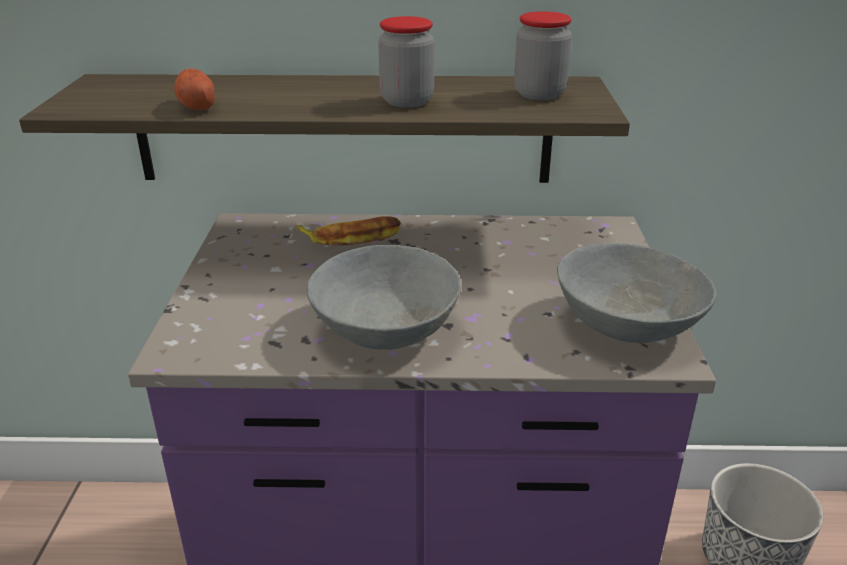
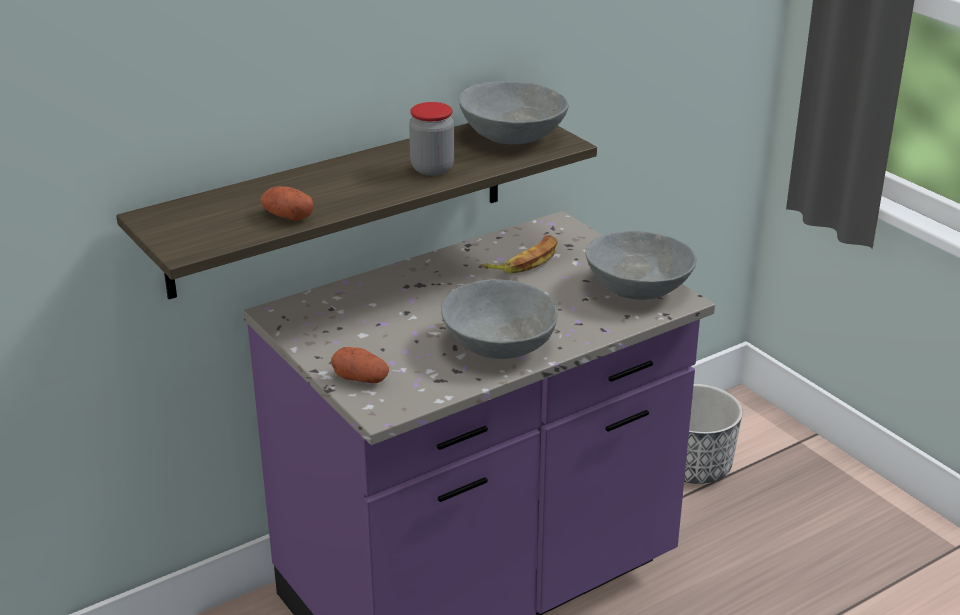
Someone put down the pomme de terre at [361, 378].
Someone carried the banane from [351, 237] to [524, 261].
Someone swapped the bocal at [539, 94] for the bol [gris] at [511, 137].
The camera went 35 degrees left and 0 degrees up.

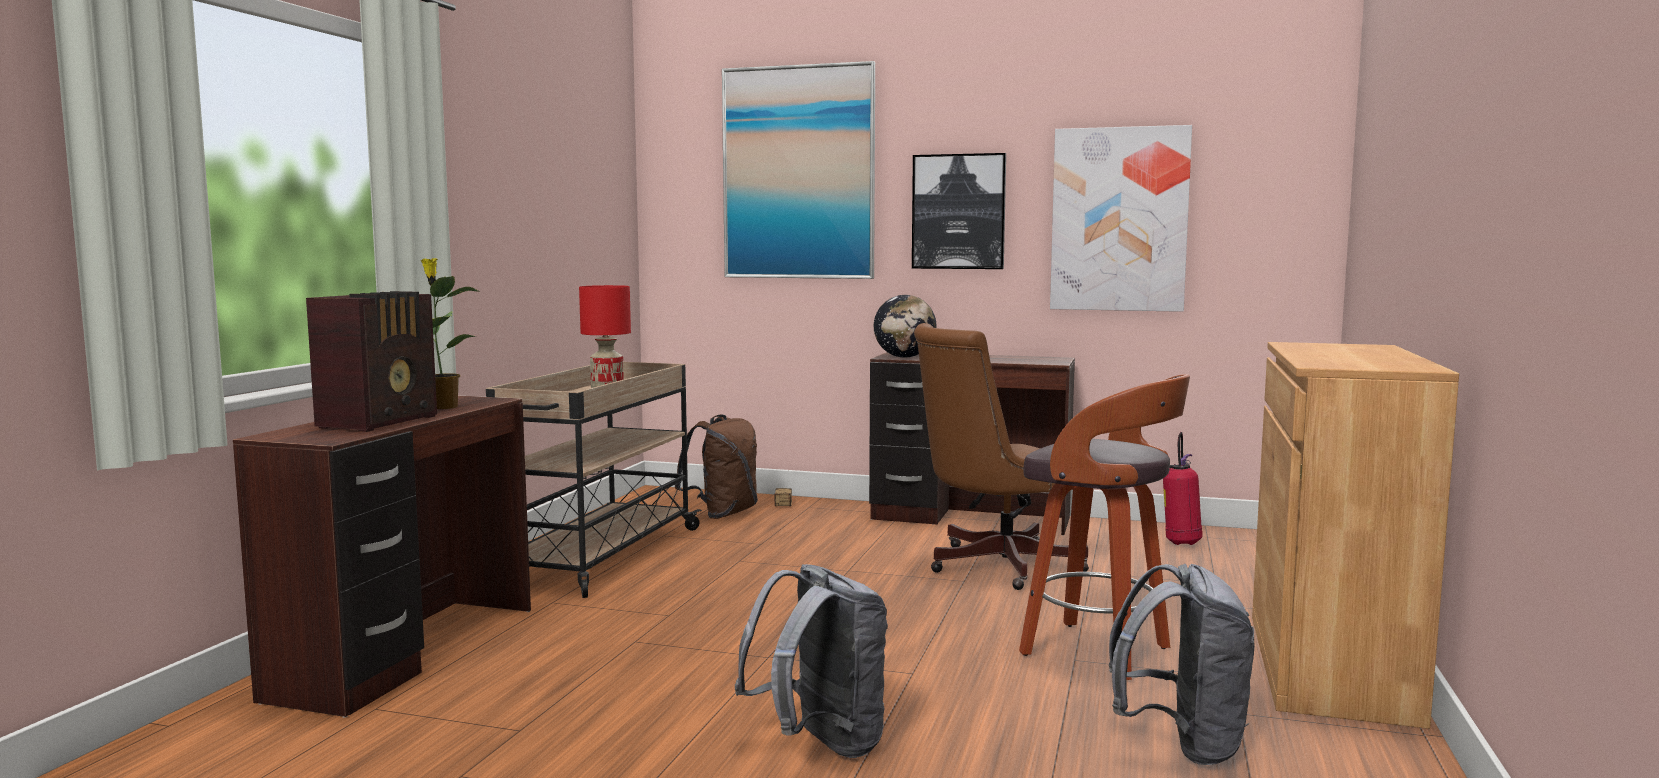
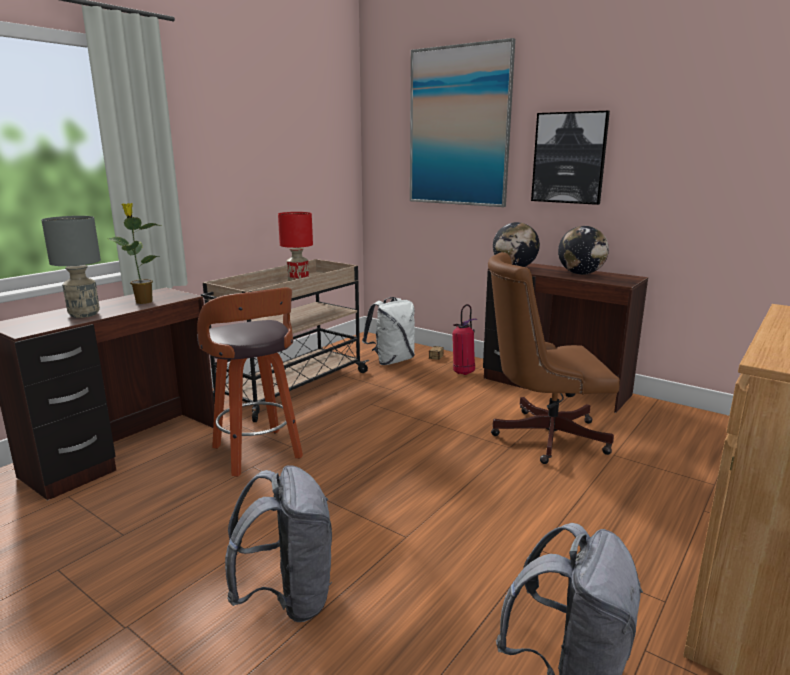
Someone took away the tableau at [1119, 219].
Someone put down the globe at [581, 273].
Someone carried the tabouret from [1099, 652] to [258, 454].
Someone carried the extincteur from [1180, 543] to [463, 372].
Someone swapped the radio at [381, 421] for the lampe de table [gris] at [84, 314].
Someone repainted the sac à dos [marron] at [722, 513], which became the sac à dos [blanc] at [392, 361].
The camera went 20 degrees right and 10 degrees up.

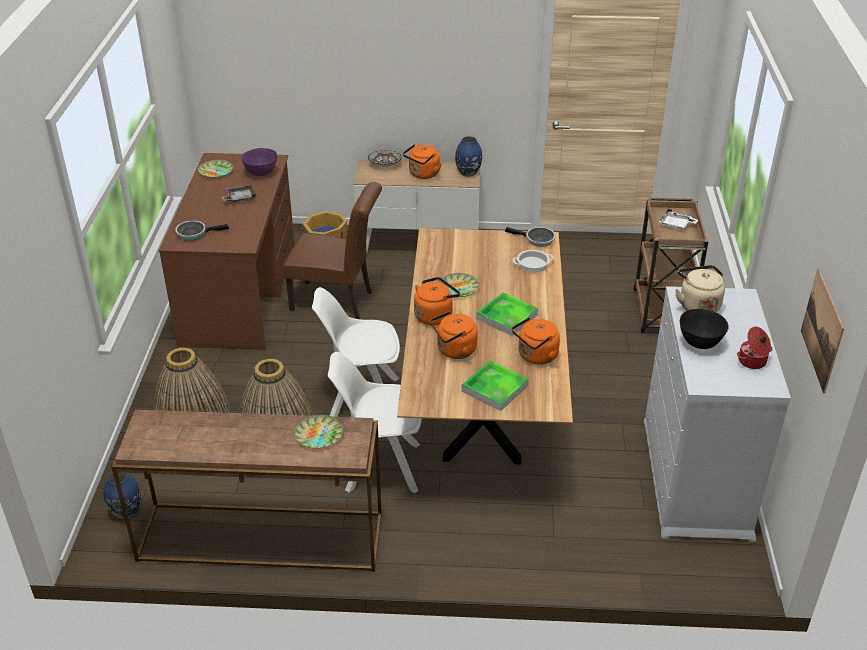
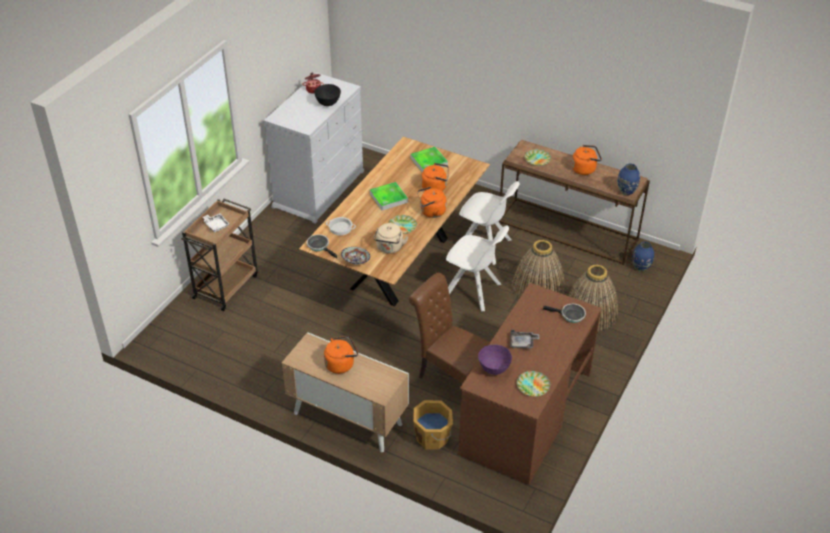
Someone took away the tableau at [822, 329].
Someone carried the bol from [385, 165] to [355, 261].
Someone carried the vase [bleu] from [468, 173] to [626, 191].
Someone carried the bouilloire [orange] from [536, 356] to [585, 169].
Someone carried the bouilloire [beige] from [697, 305] to [389, 248].
The camera went 155 degrees left and 5 degrees up.

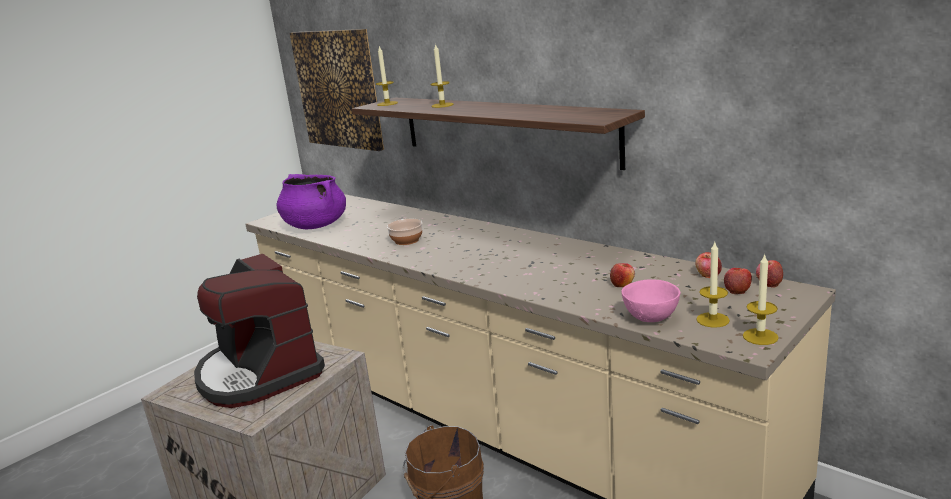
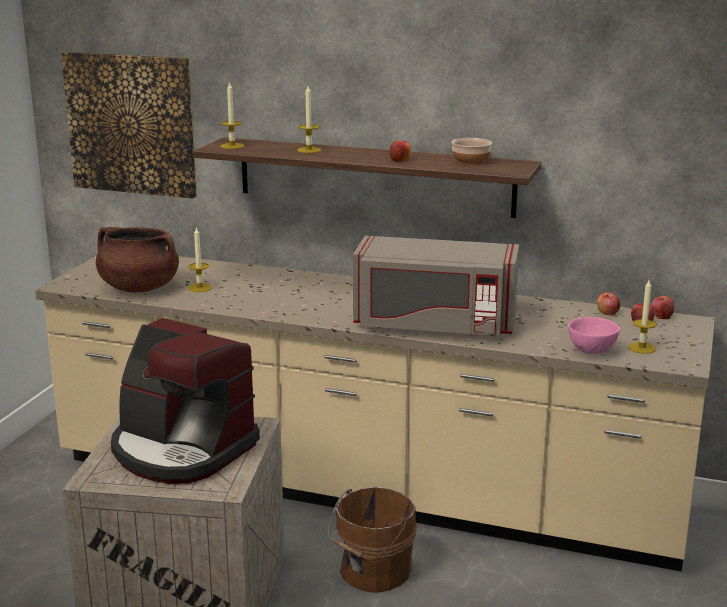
Someone put down the micro-ondes [gris] at [434, 325].
Someone carried the bol from [406, 240] to [470, 161].
Someone carried the pomme from [622, 284] to [400, 160].
Someone carried the bougie from [760, 336] to [199, 288].
Someone repainted the marmite [violet] at [315, 225], which became the marmite [marron] at [138, 288].
The camera went 25 degrees left and 0 degrees up.

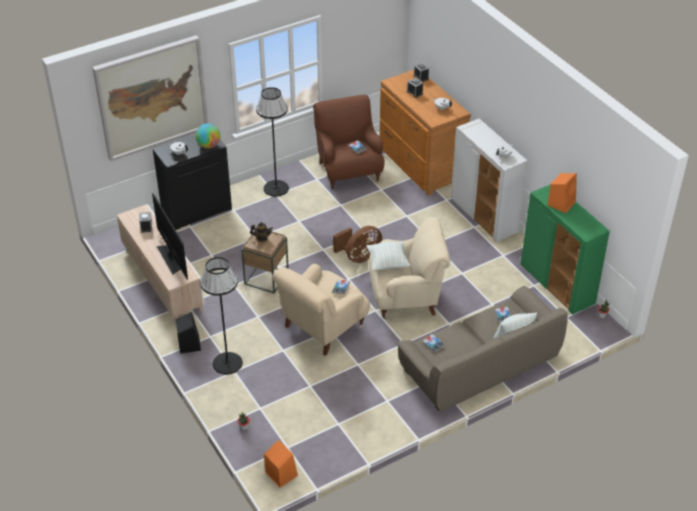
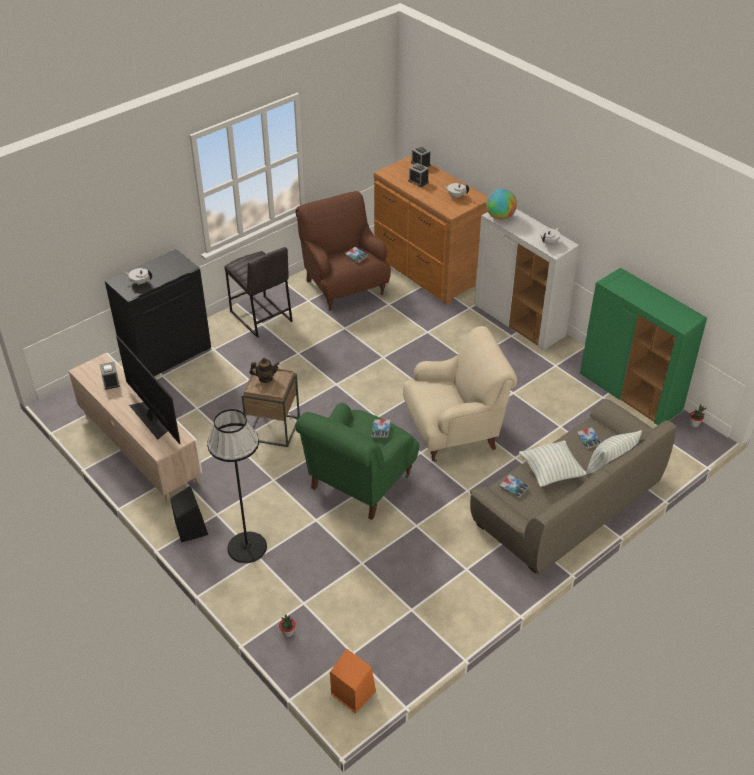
Someone took away the tableau at [151, 97].
Someone took away the ventilateur [marron] at [359, 257].
Someone took away the enceinte [orange] at [561, 203].
Someone carried the globe from [209, 145] to [500, 217].
Someone carried the coussin from [387, 263] to [550, 473].
Someone swapped the lampadaire [noir] at [276, 188] for the tabouret [gris] at [260, 317].
Someone repainted the fauteuil [beige] at [322, 327], which became the fauteuil [vert] at [359, 483].
The camera went 10 degrees left and 0 degrees up.

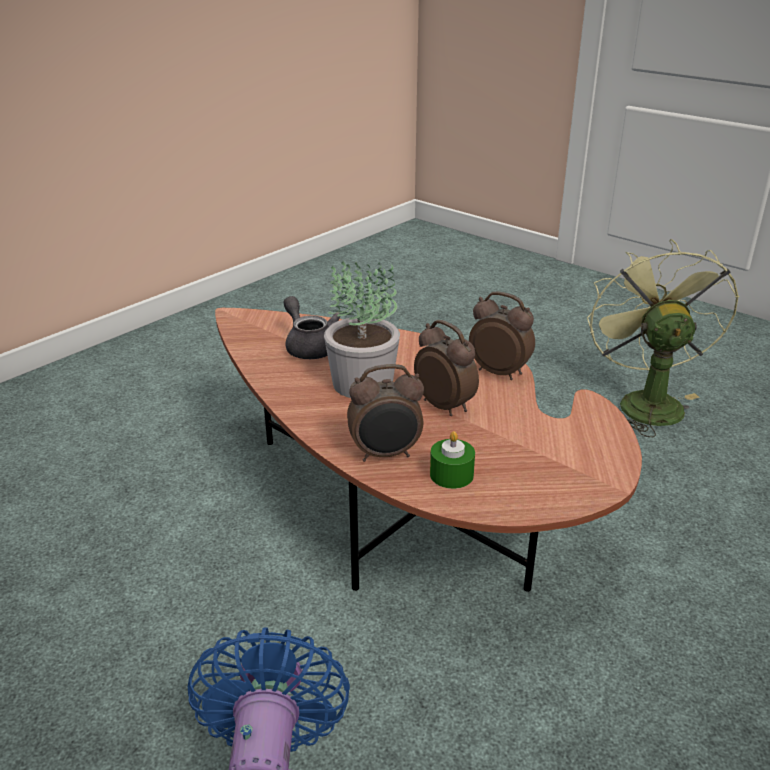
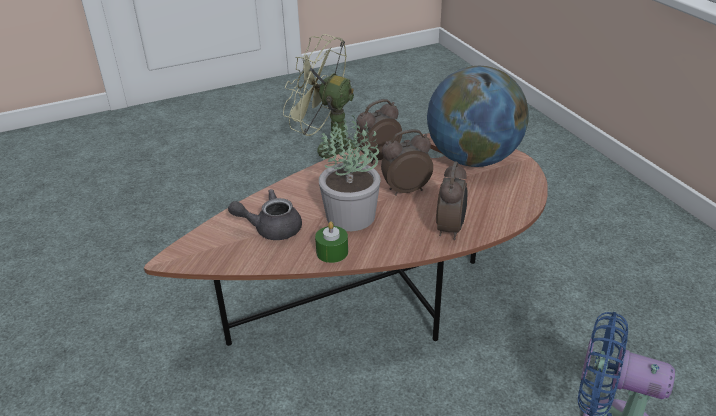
Someone put down the globe at [472, 159].
Someone carried the bougie [vert] from [451, 475] to [332, 252].
The camera went 65 degrees left and 5 degrees up.

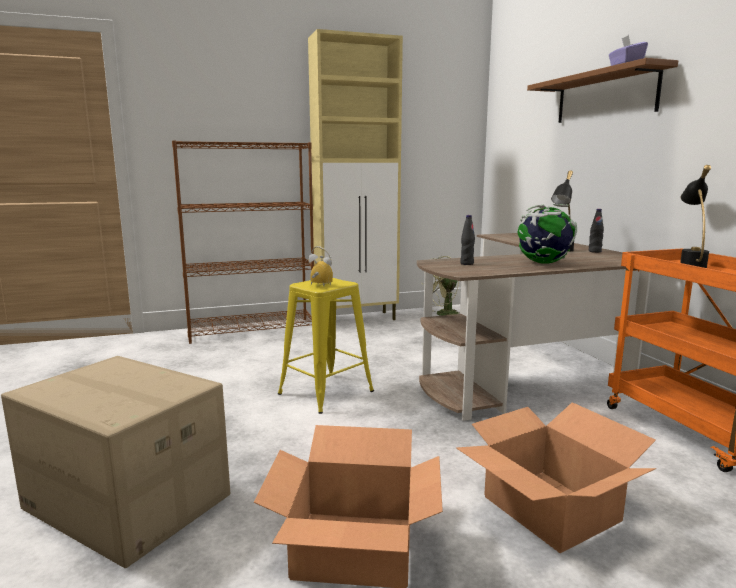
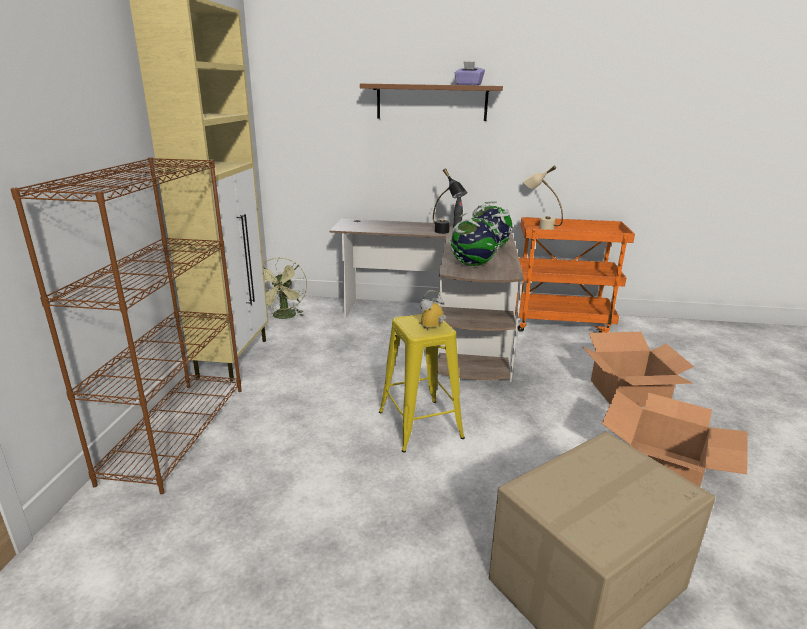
Someone swapped the bouteille [noir] at [467, 264] for the globe at [472, 265].
Someone repainted the lampe de table [noir] at [690, 264], which became the lampe de table [beige] at [540, 227].
The camera went 65 degrees left and 10 degrees up.

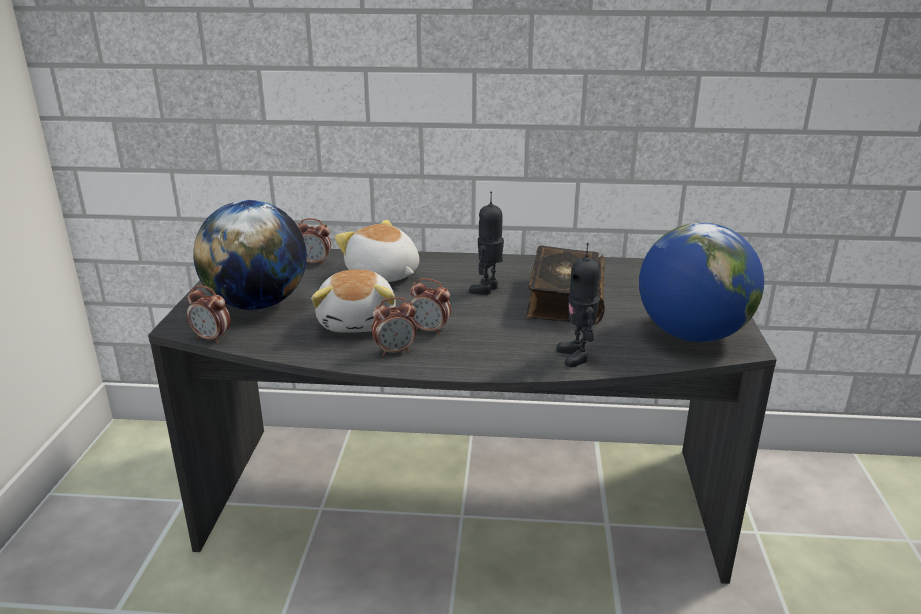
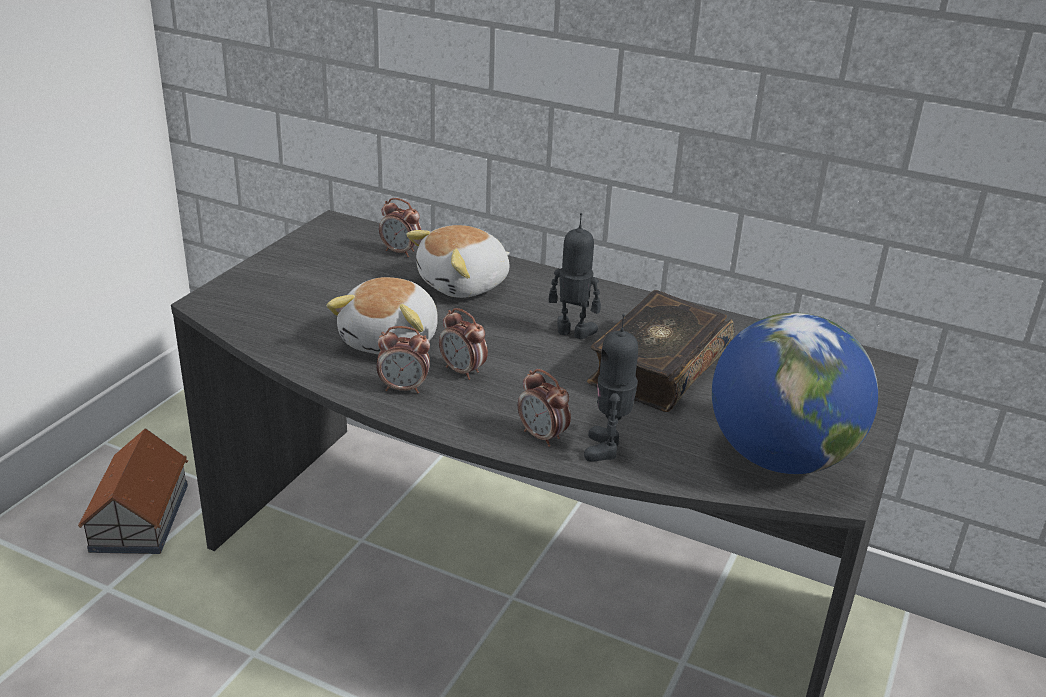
Someone took away the globe at [257, 304].
Someone put down the maison miniature at [138, 518].
Someone carried the réveil from [212, 338] to [542, 436].
Someone rotated the peluche at [382, 275] by 105 degrees counterclockwise.
Someone rotated the robot jouet at [488, 289] by 60 degrees clockwise.
The camera went 20 degrees right and 5 degrees up.

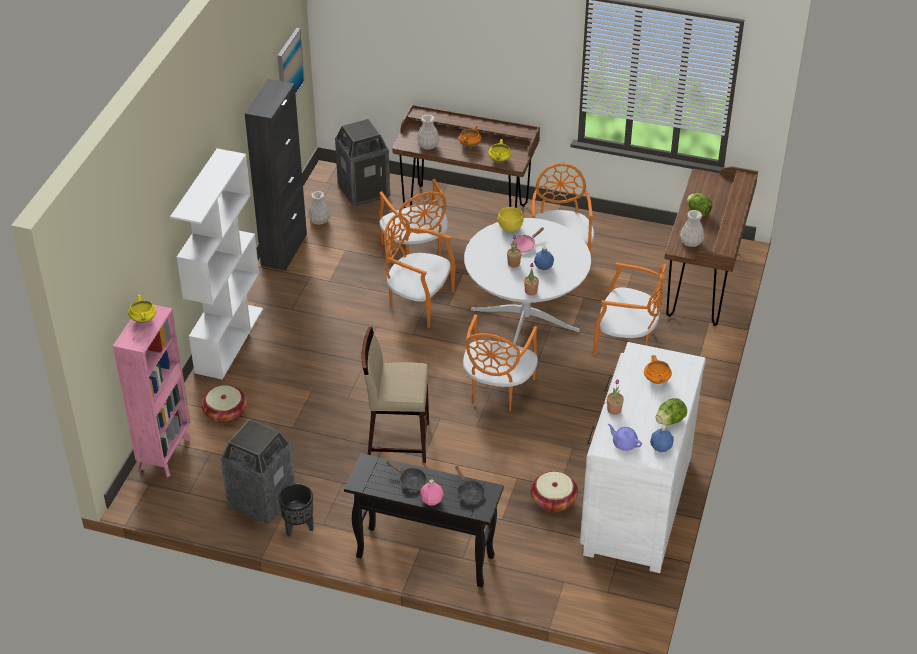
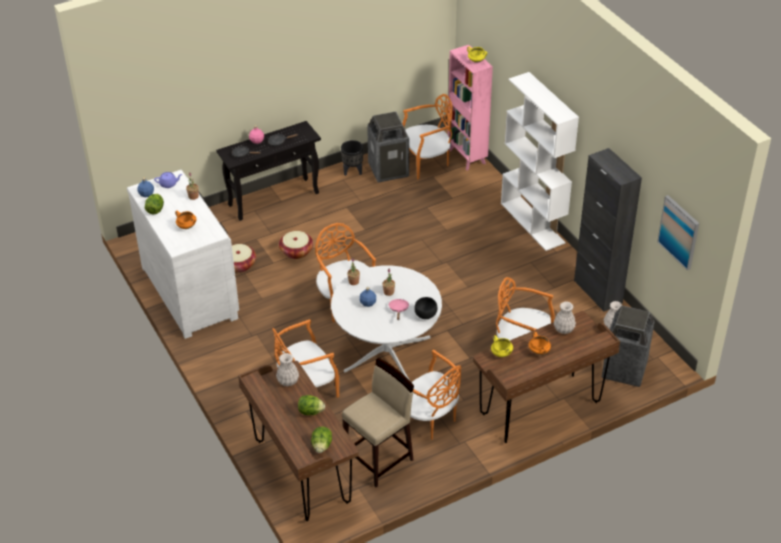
Someone put down the laitue at [321, 446].
Someone carried the panier from [225, 412] to [296, 251].
Someone carried the tabouret [beige] from [397, 441] to [379, 459].
Someone carried the chaise [orange] from [419, 302] to [427, 162].
Someone repainted the bol [jaune] at [510, 228], which became the bol [noir] at [425, 315].
The camera went 135 degrees right and 0 degrees up.

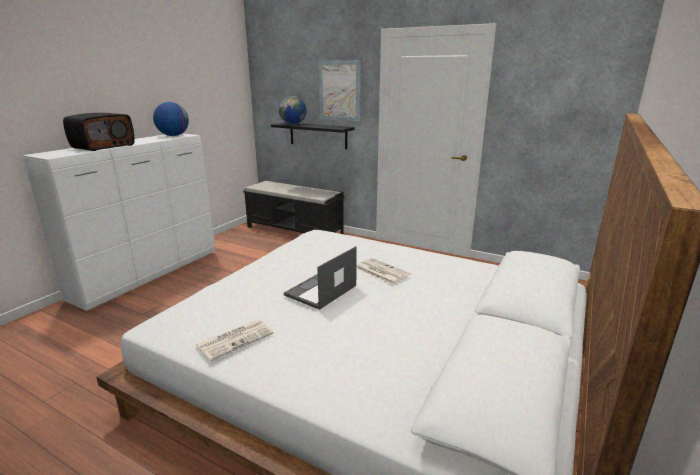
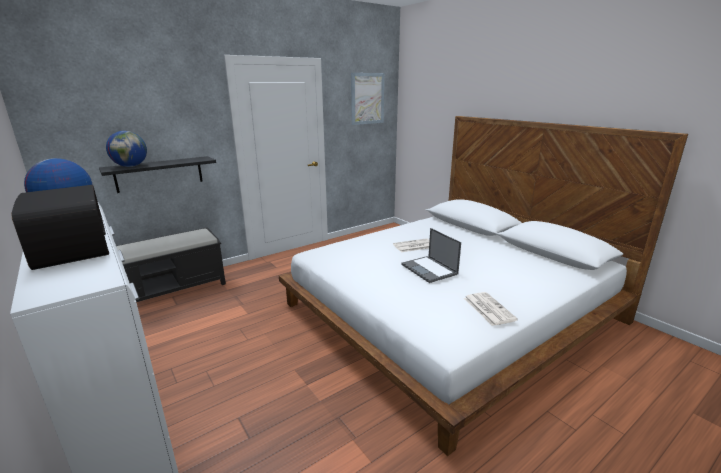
Someone carried the tableau from [339, 90] to [367, 98].
The camera went 65 degrees left and 0 degrees up.

